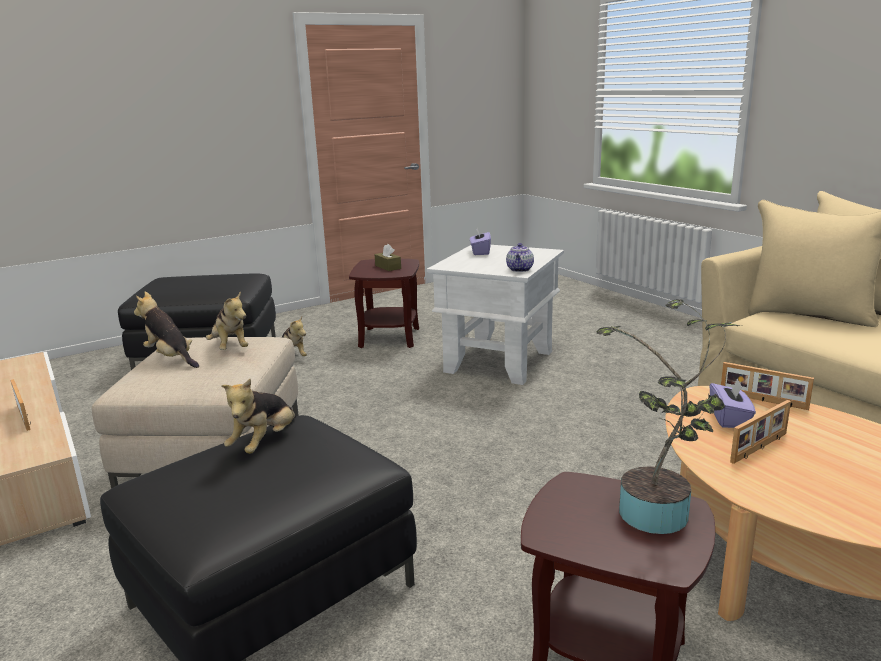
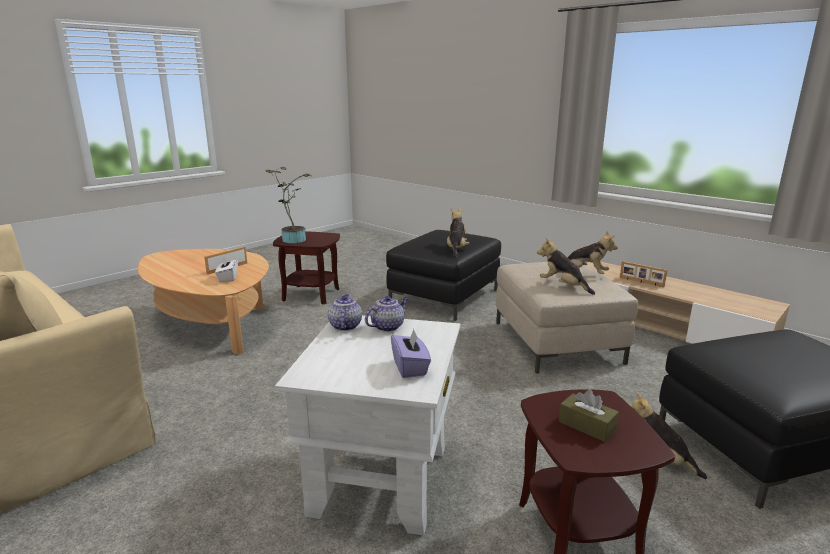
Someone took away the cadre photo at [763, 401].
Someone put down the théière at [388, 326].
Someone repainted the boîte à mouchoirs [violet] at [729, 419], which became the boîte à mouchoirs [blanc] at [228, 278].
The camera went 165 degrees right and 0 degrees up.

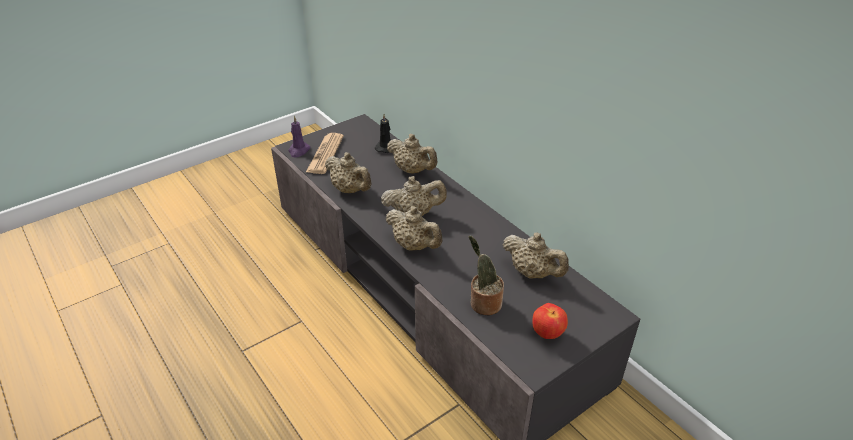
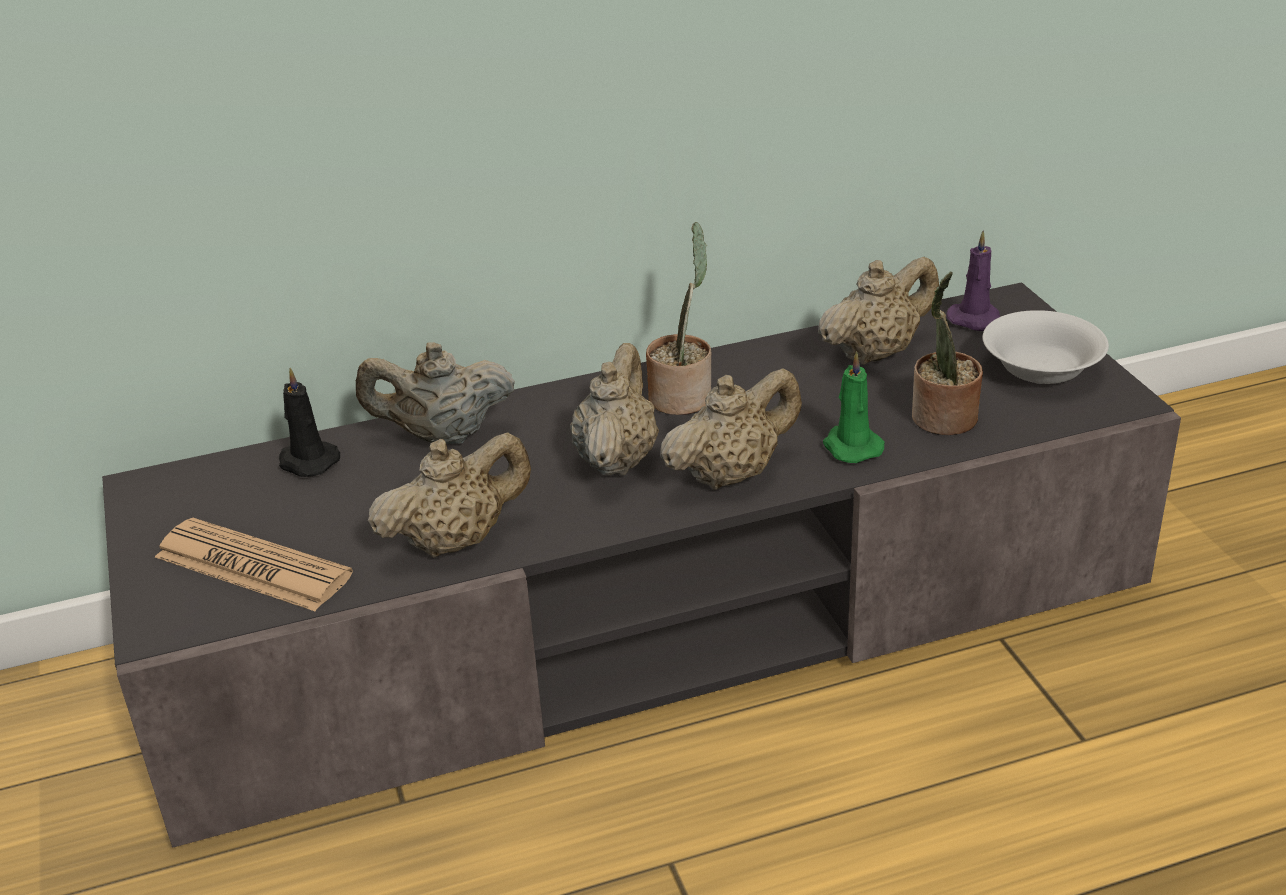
Someone put down the plante en pot at [683, 396].
Someone put down the bougie [vert] at [851, 446].
Someone carried the bougie [violet] from [299, 151] to [977, 321].
Someone swapped the pomme at [547, 334] for the bol [blanc] at [1040, 369].
Someone rotated the théière [beige] at [412, 170] by 150 degrees counterclockwise.
The camera went 70 degrees left and 5 degrees down.

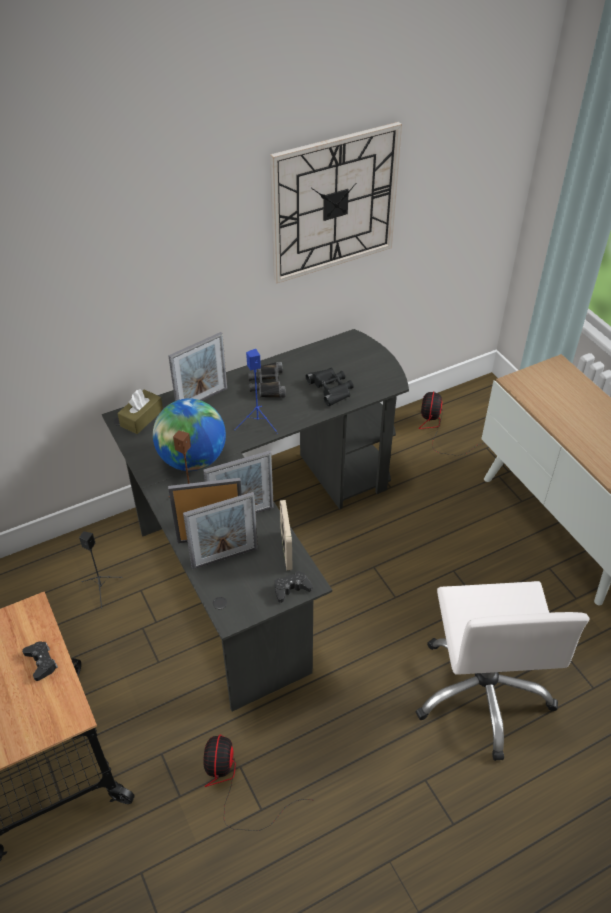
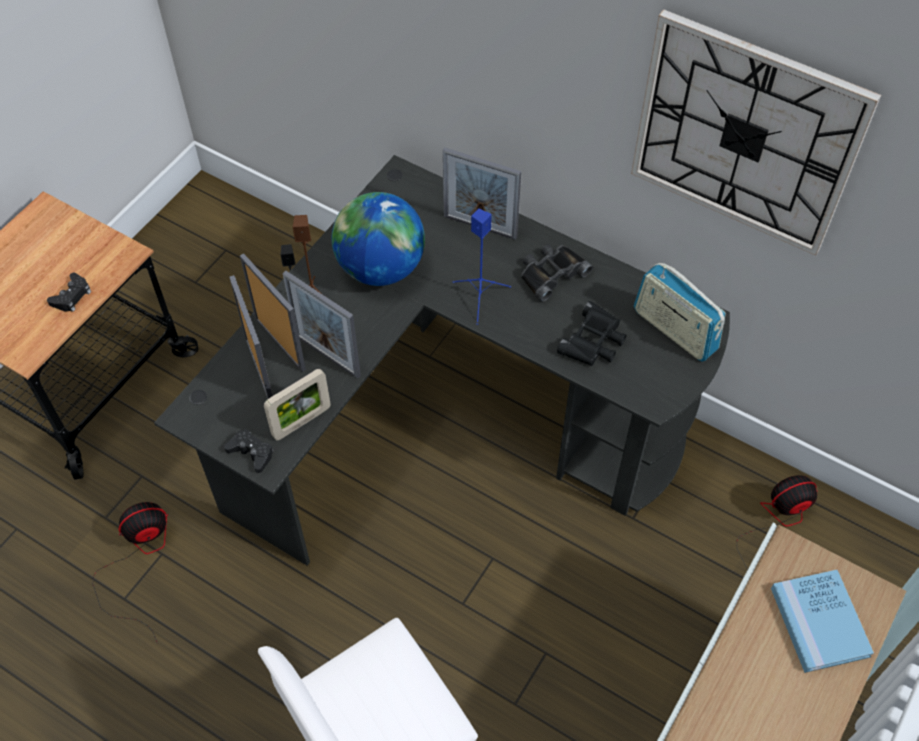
Someone took away the boîte à mouchoirs [marron] at [141, 418].
Someone put down the radio at [674, 330].
Someone put down the livre [bleu] at [819, 622].
Someone rotated the cadre photo at [225, 557] by 150 degrees counterclockwise.
The camera went 60 degrees right and 10 degrees up.

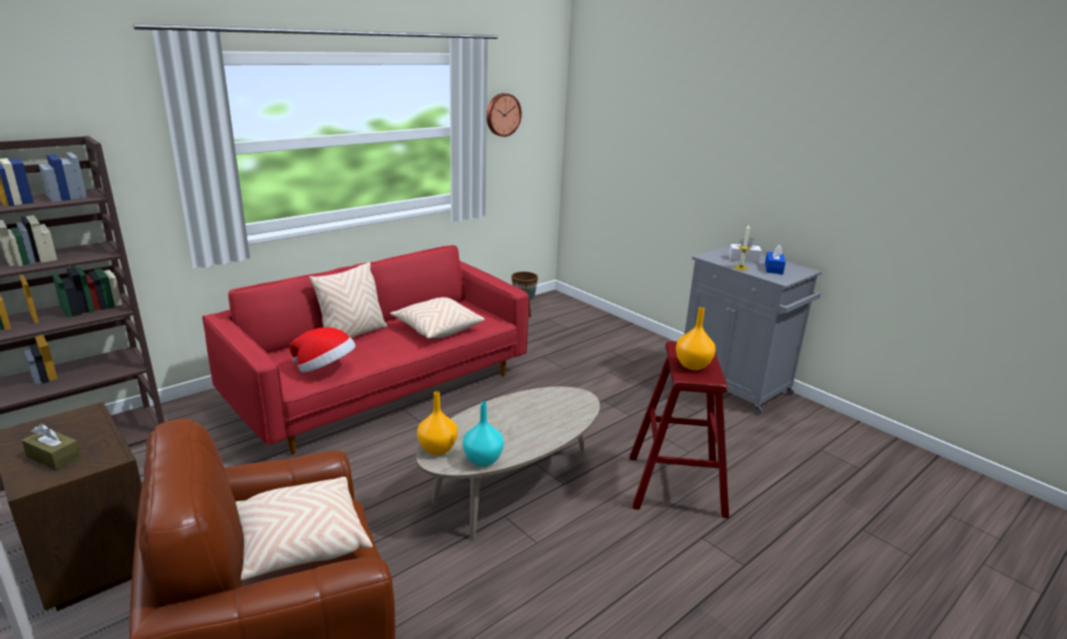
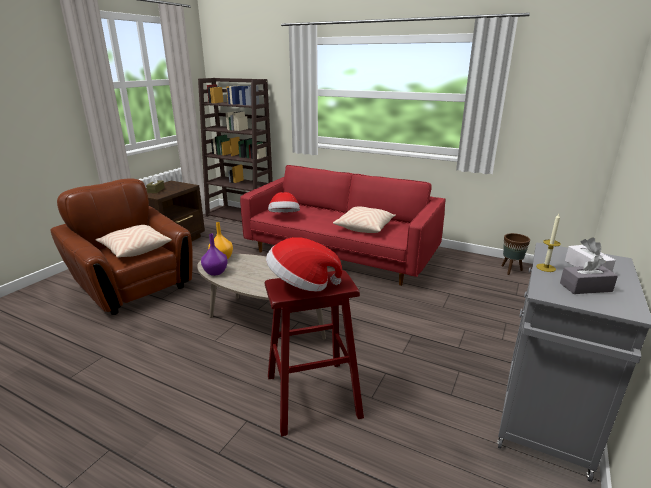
Someone took away the coussin [beige] at [353, 335].
Someone took away the horloge murale at [502, 114].
Someone swapped the vase [orange] at [693, 365] for the chapeau at [301, 284].
Someone repainted the vase [turquoise] at [482, 460], which became the vase [violet] at [215, 272].
Someone repainted the boîte à mouchoirs [bleu] at [773, 268], which became the boîte à mouchoirs [gris] at [585, 287].
The camera went 70 degrees right and 0 degrees up.

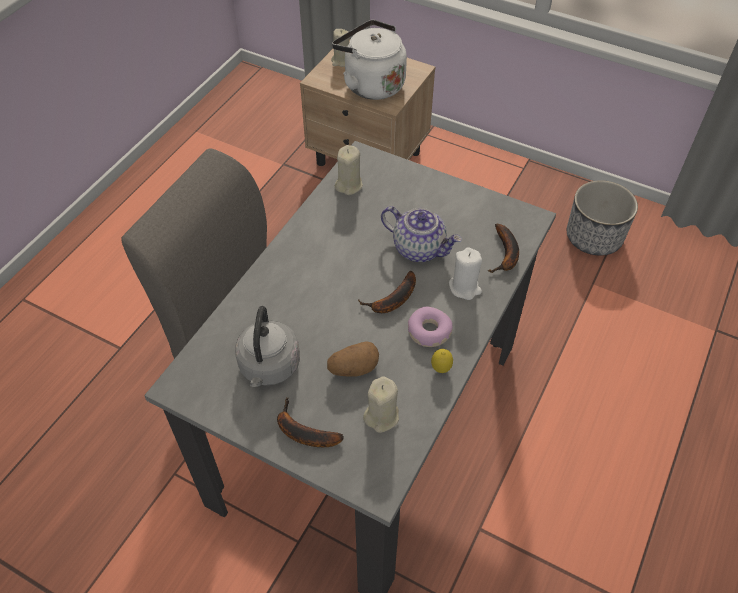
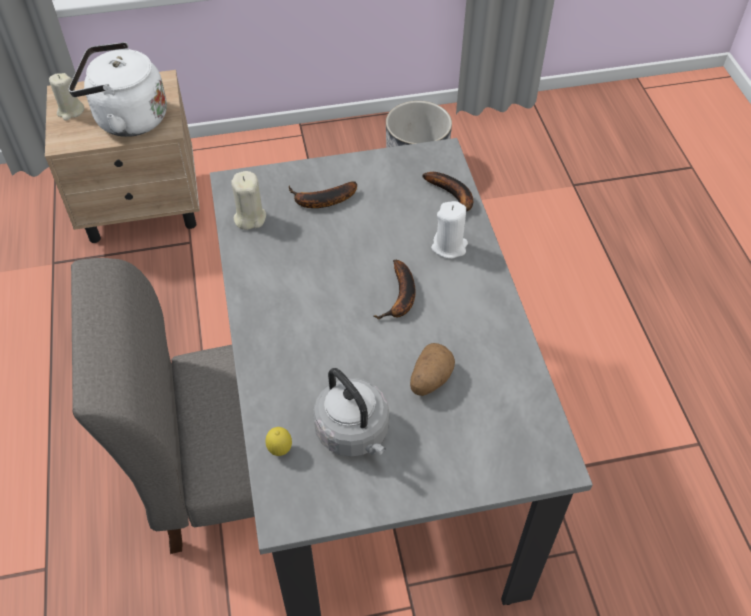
Someone took away the bougie [beige] at [381, 416].
Someone took away the théière at [419, 248].
Someone took away the beignet at [429, 332].
Someone carried the banane from [302, 432] to [321, 201].
Someone carried the citron from [441, 369] to [280, 450].
The camera went 40 degrees left and 0 degrees up.

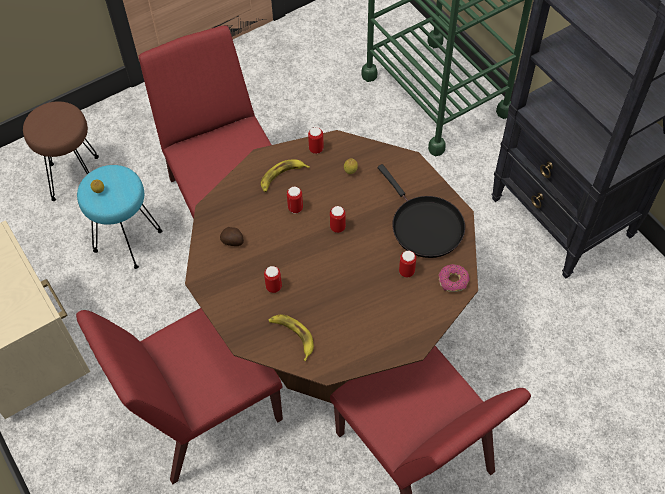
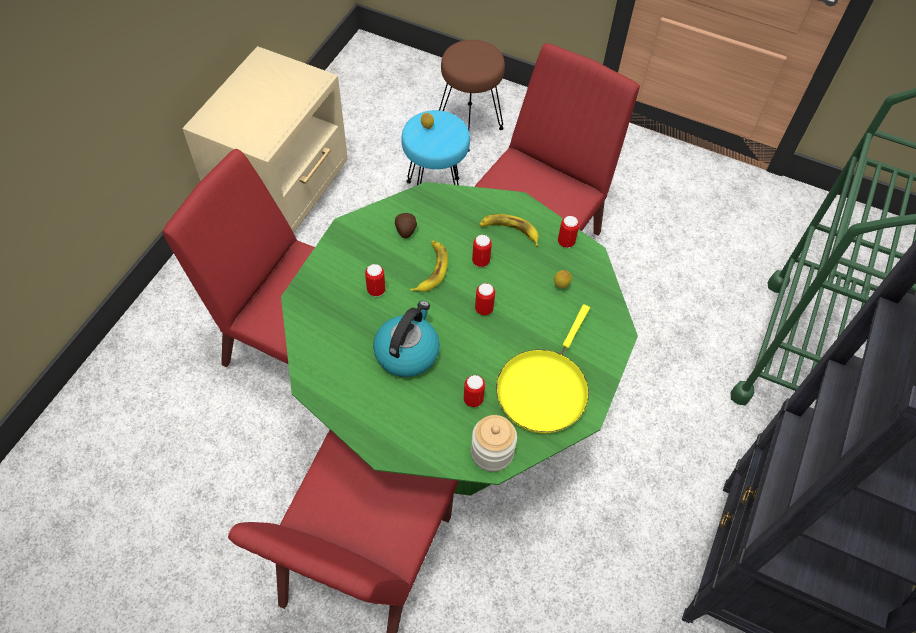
Someone put down the bouilloire at [407, 352].
Someone carried the banane from [292, 336] to [431, 269].
Someone swapped the beignet at [453, 281] for the bocal at [492, 452].
Someone repainted the table à manger [marron] at [334, 333], which became the table à manger [vert] at [452, 415].
Someone repainted the poêle [noir] at [424, 226], which became the poêle [jaune] at [543, 388].
The camera went 55 degrees right and 0 degrees up.

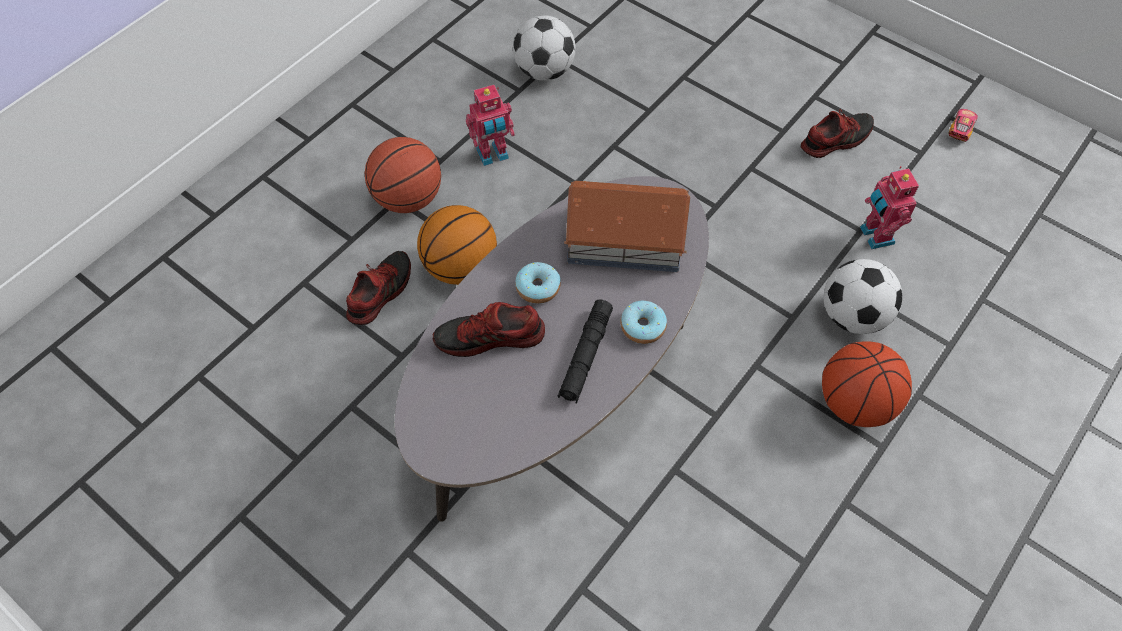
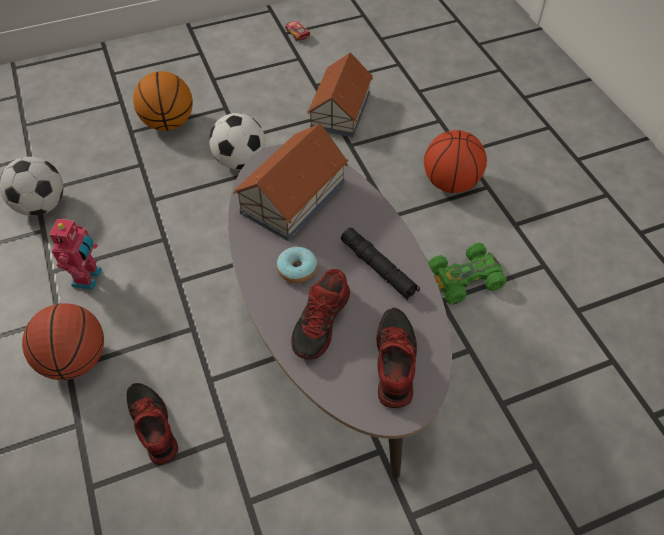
Someone took away the beignet at [642, 327].
Someone put down the petite voiture [vert] at [463, 280].
Someone carried the ballon de basket from [460, 267] to [168, 123].
Someone carried the chaussure from [835, 140] to [393, 362].
Someone carried the ballon de foot from [852, 315] to [240, 161].
Someone swapped the robot jouet at [874, 236] for the maison miniature at [341, 110].
The camera went 60 degrees left and 5 degrees down.

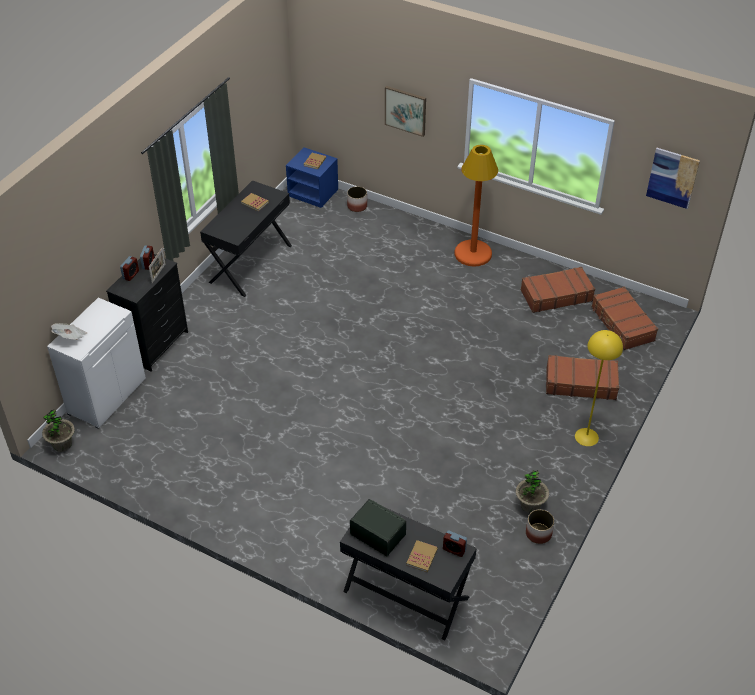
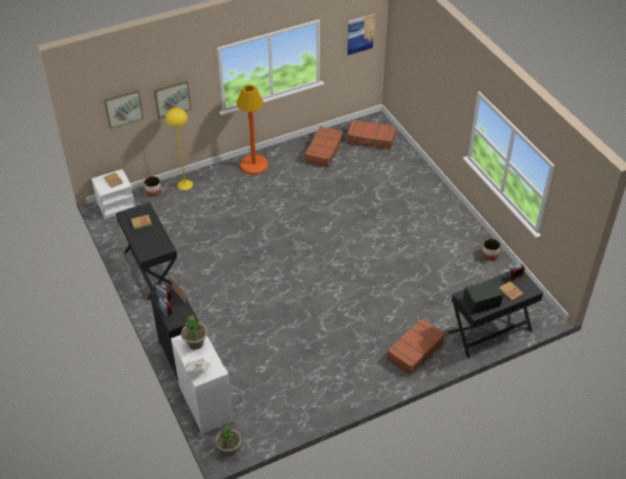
Someone put up the tableau at [123, 108].
Someone carried the plante en pot from [530, 505] to [195, 343].
Someone carried the valise [marron] from [580, 383] to [415, 350].
Someone carried the lampadaire [jaune] from [586, 437] to [185, 184].
Someone repainted the table de chevet [bleu] at [313, 193], which became the table de chevet [blanc] at [116, 205].
The camera went 55 degrees left and 0 degrees up.

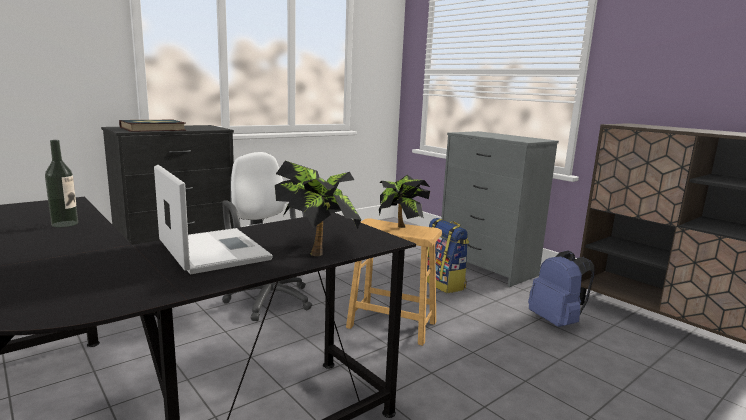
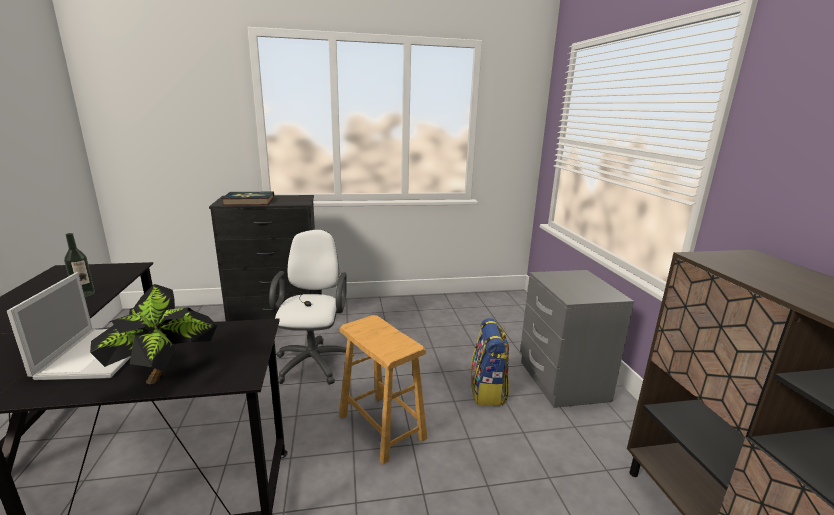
Someone took away the plante en pot at [400, 229].
Someone took away the sac à dos [bleu] at [556, 321].
Someone swapped the commode [gris] at [486, 267] for the table de chevet [gris] at [561, 381].
The camera went 30 degrees right and 5 degrees up.

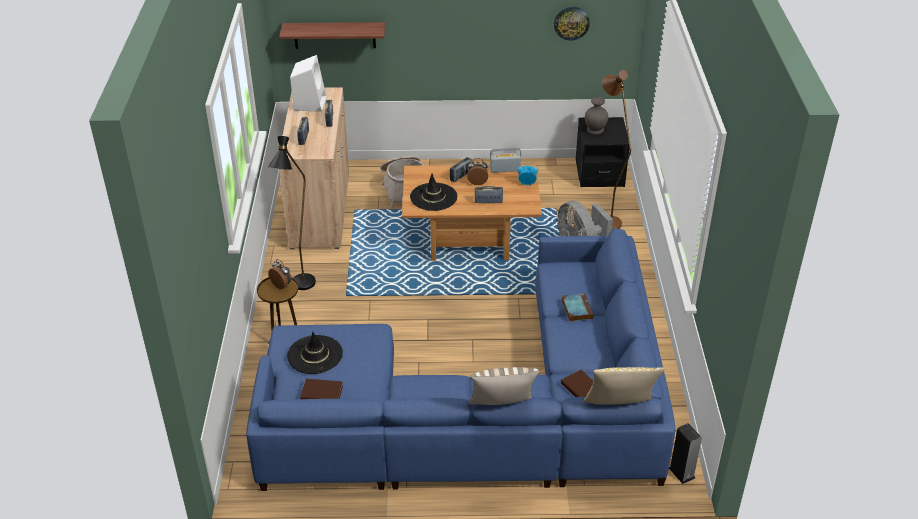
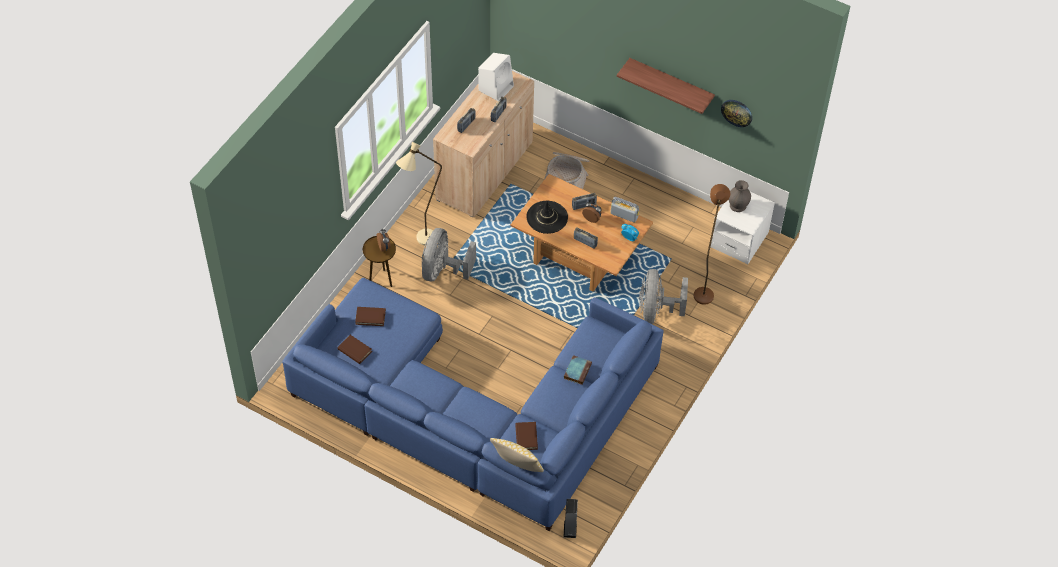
Someone took away the coussin at [502, 409].
Someone put down the ventilateur [gris] at [443, 270].
Someone carried the étagère from [334, 35] to [670, 84].
Someone swapped the chapeau [noir] at [315, 355] for the livre [marron] at [370, 317].
Someone repainted the lampadaire [noir] at [301, 288], which became the lampadaire [beige] at [421, 242].
Someone repainted the table de chevet [noir] at [599, 173], which became the table de chevet [blanc] at [739, 240].
The camera went 30 degrees right and 15 degrees up.

